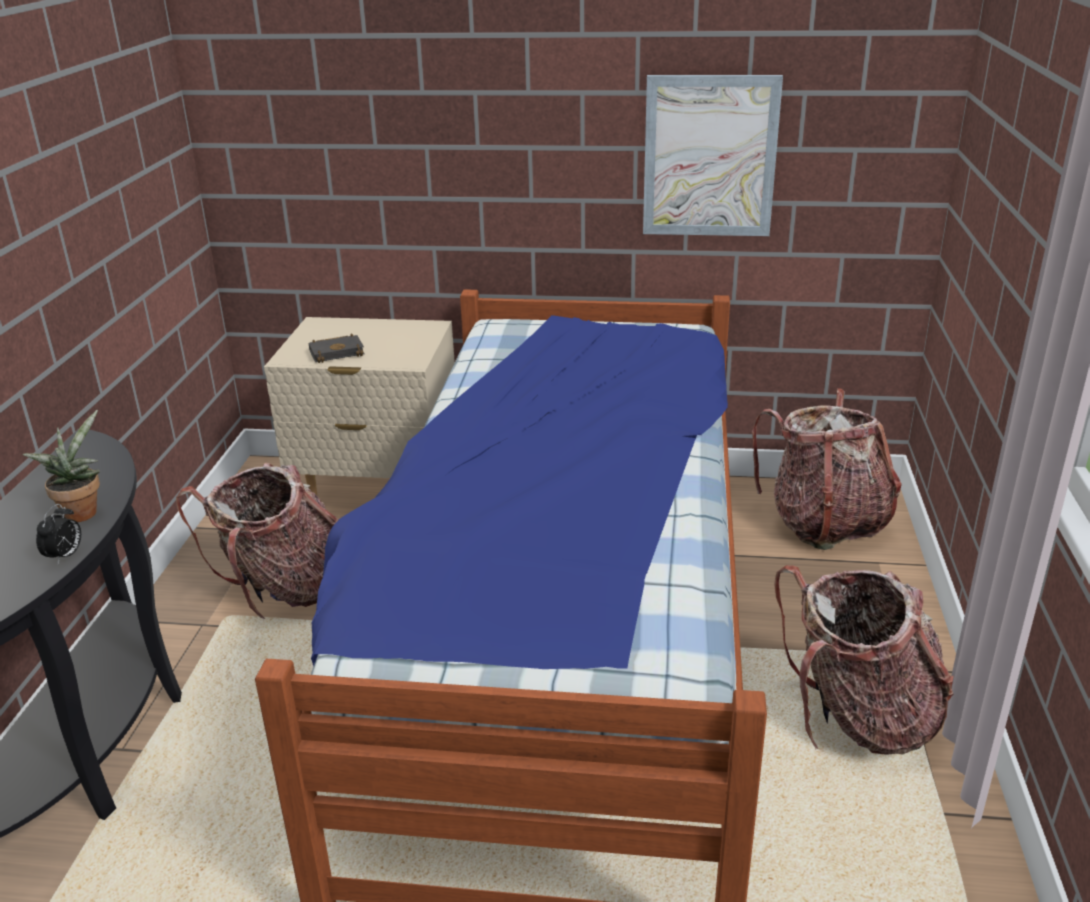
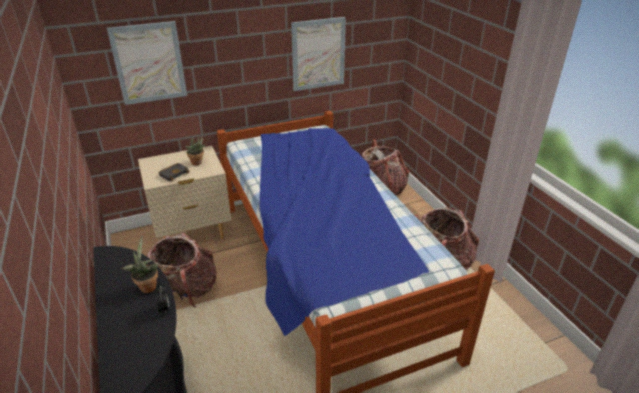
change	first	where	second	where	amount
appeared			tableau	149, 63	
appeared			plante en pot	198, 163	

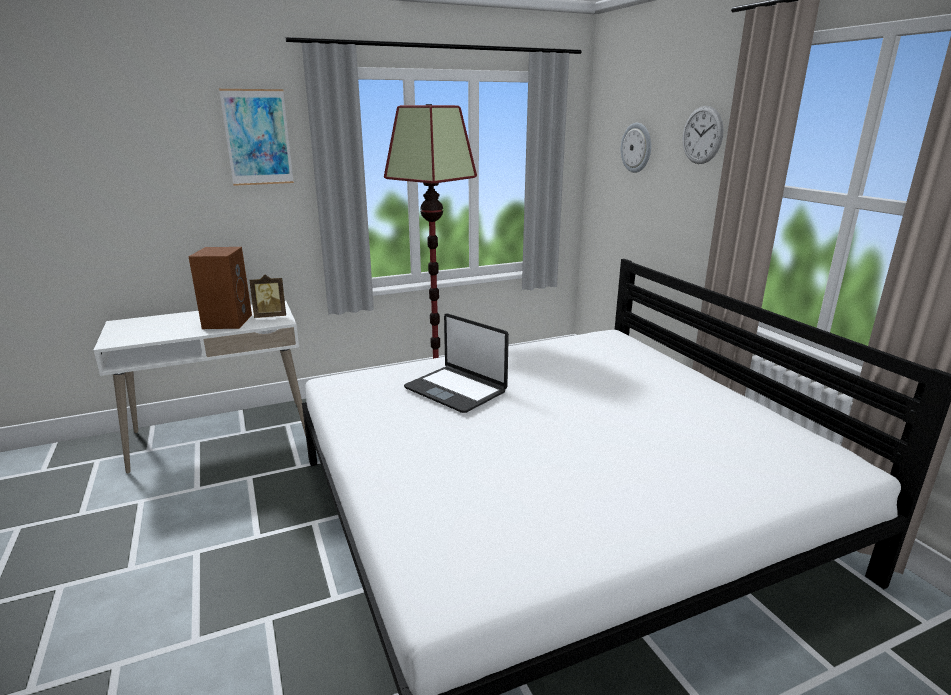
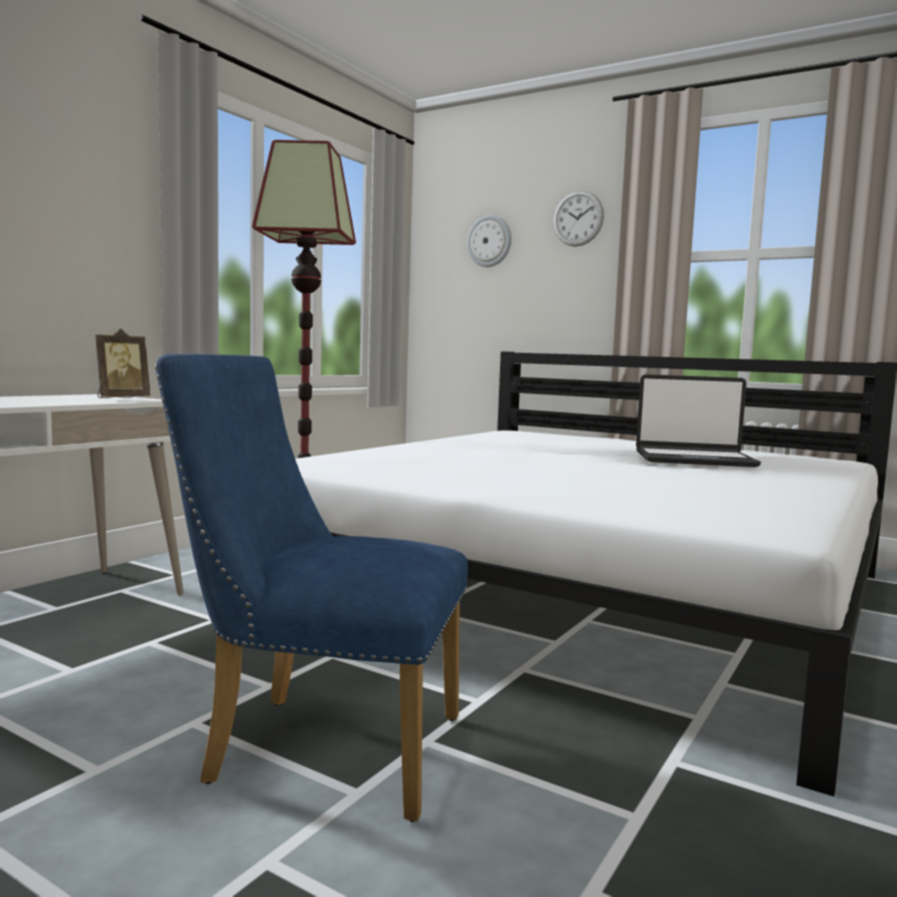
change	first	where	second	where	amount
missing	tableau	257, 137			
missing	enceinte (marron)	227, 321			
relocated	ordinateur portable	456, 390		694, 459	
appeared			chaise (bleu)	318, 747	

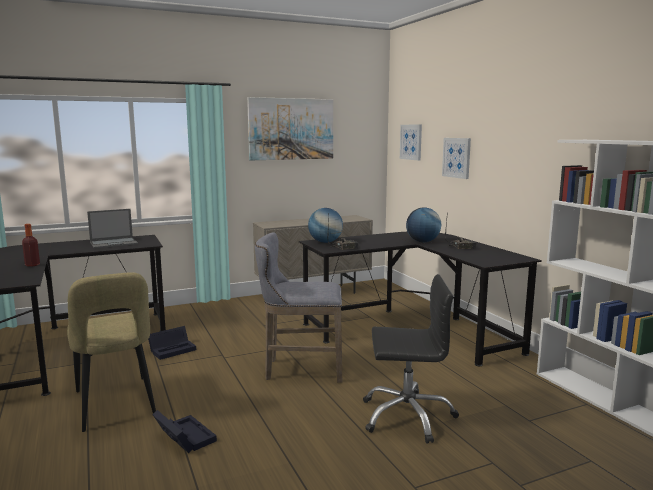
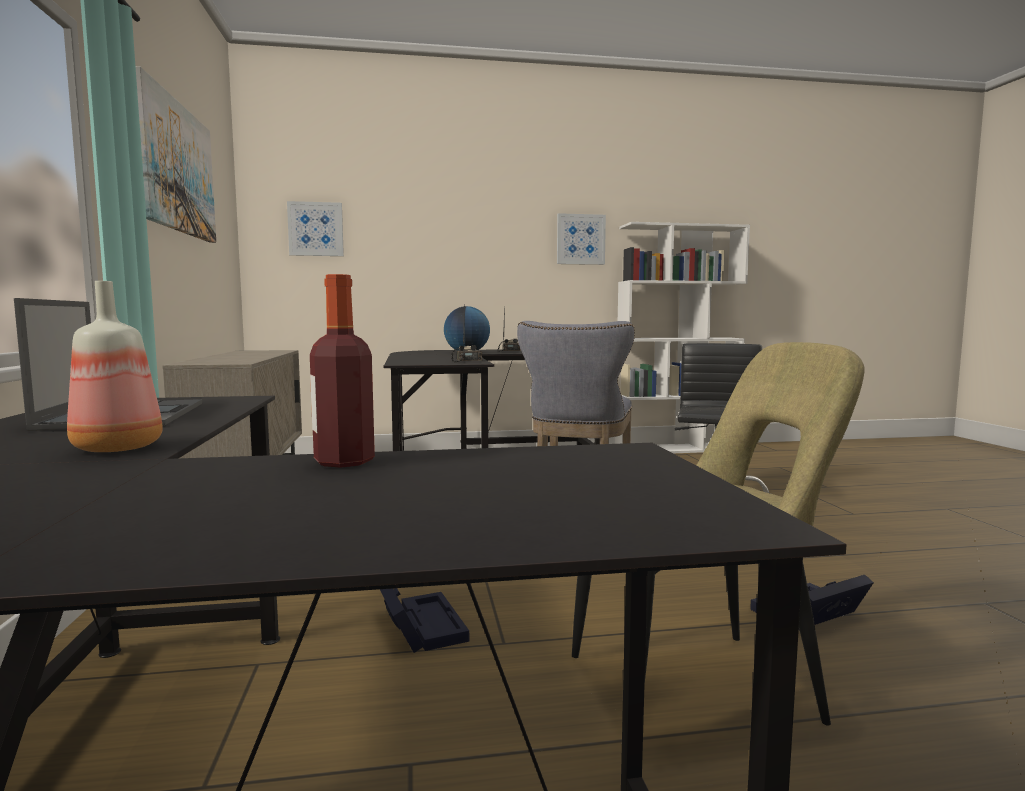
change	first	where	second	where	amount
relocated	tableau	457, 157		580, 239	
missing	globe	325, 242			
appeared			bouteille	121, 447	

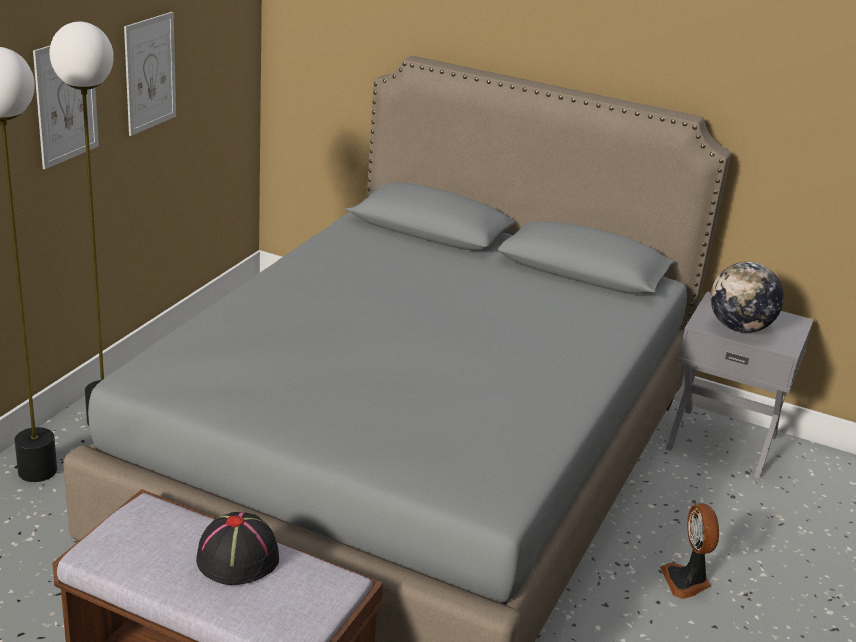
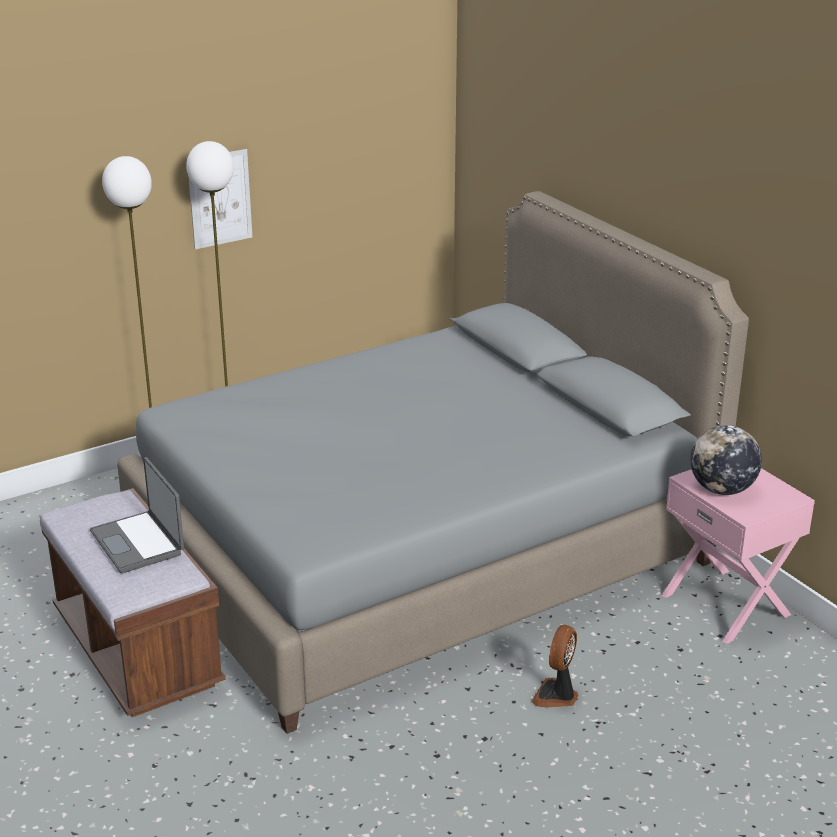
change	first	where	second	where	amount
missing	tableau	150, 73			
colour	table de chevet (gris)	722, 441	table de chevet (rose)	727, 604	
exchanged	chapeau (noir)	238, 557	ordinateur portable	139, 543	

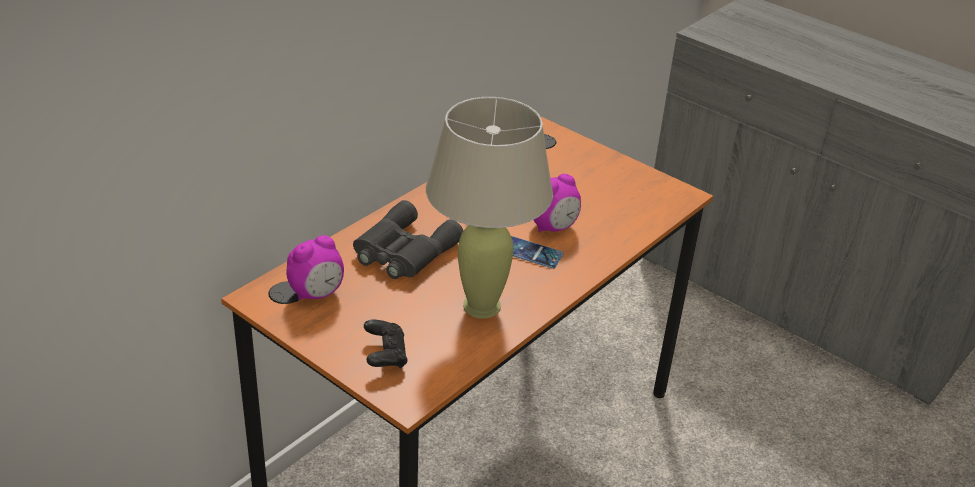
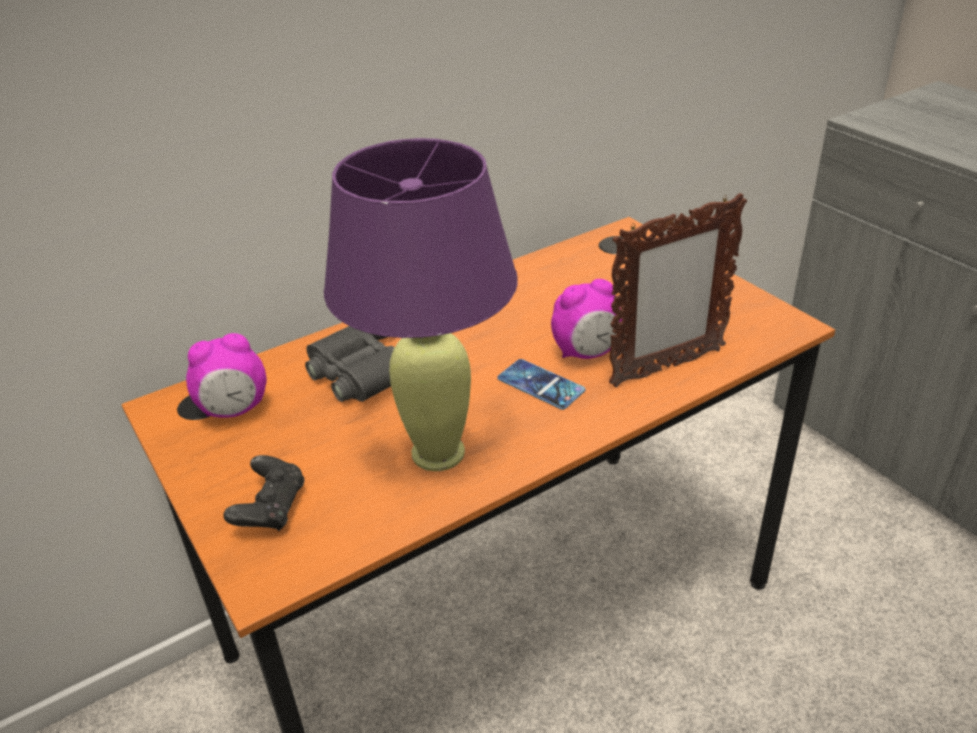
change	first	where	second	where	amount
colour	lampe de table (beige)	481, 306	lampe de table (violet)	437, 453	
appeared			cadre photo	666, 368	

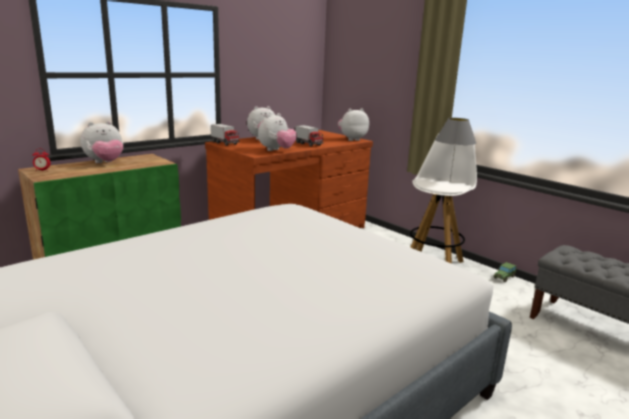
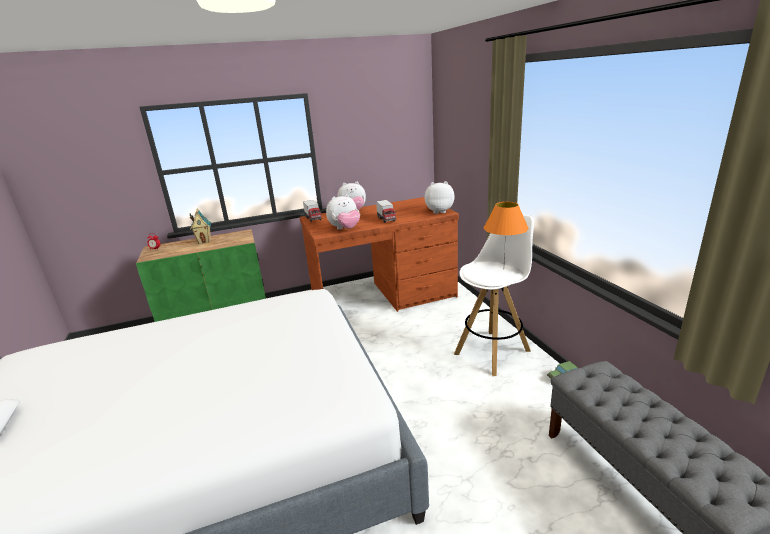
change	first	where	second	where	amount
colour	lampe de table (gris)	449, 181	lampe de table (orange)	503, 269	
exchanged	peluche	105, 163	maison miniature	204, 241	

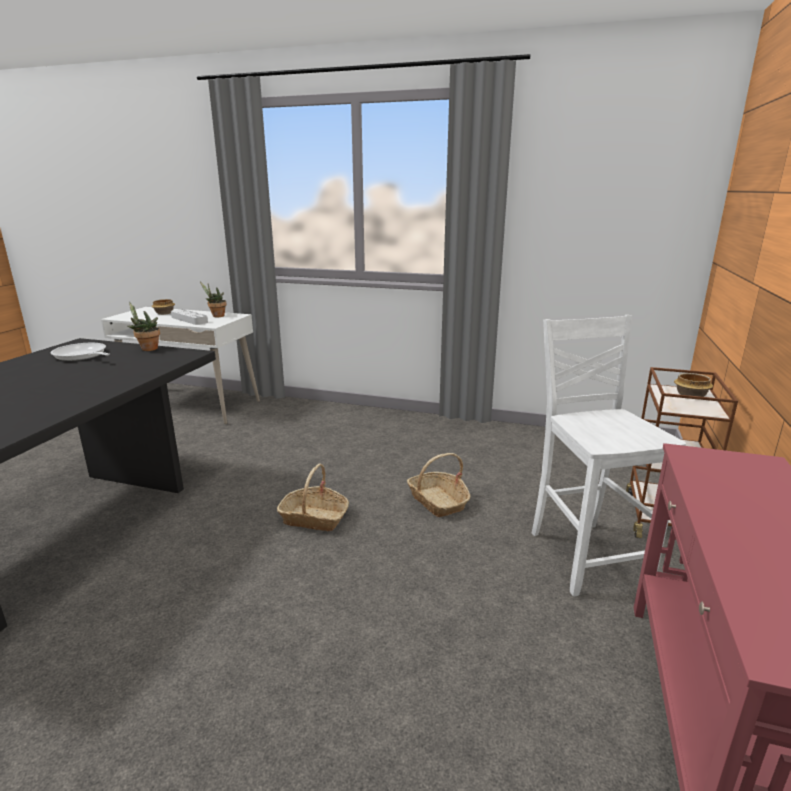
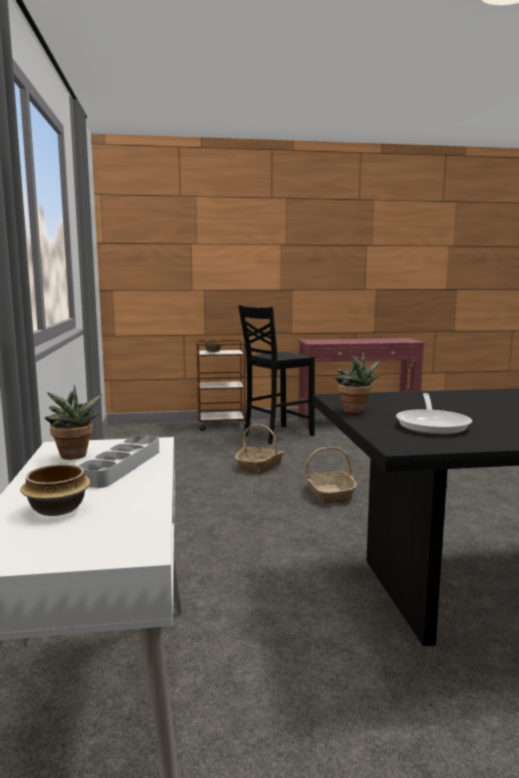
change	first	where	second	where	amount
colour	chaise (blanc)	586, 554	chaise (noir)	276, 435	

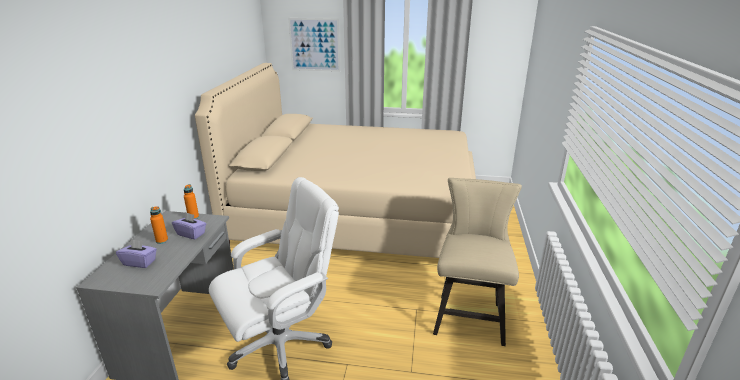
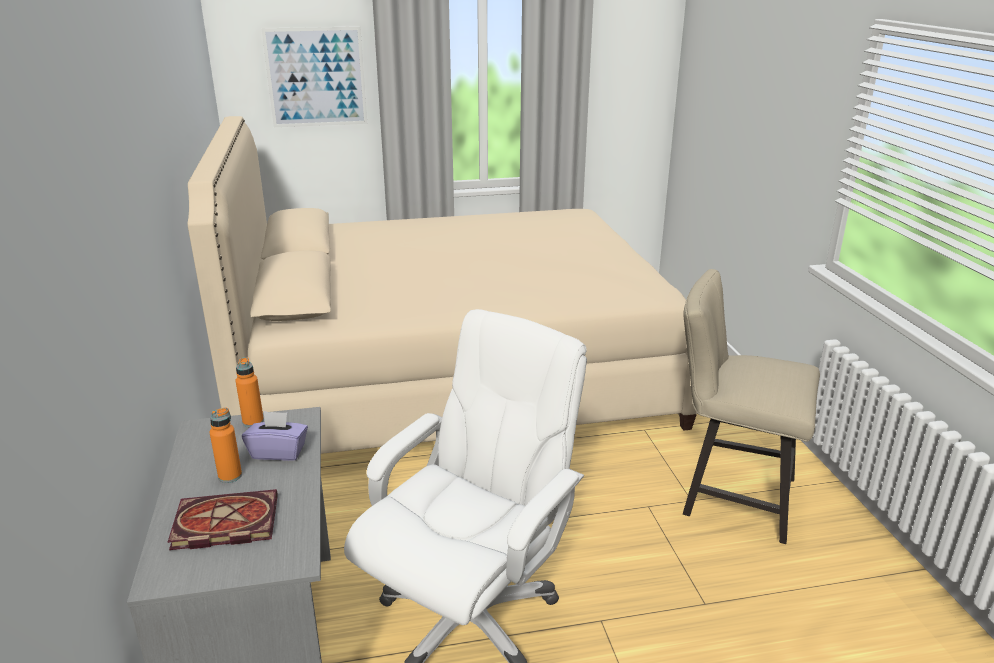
change	first	where	second	where	amount
spun	chaise (beige)	469, 314		729, 495	60 degrees counterclockwise
exchanged	boîte à mouchoirs (violet)	140, 262	livre	223, 524	

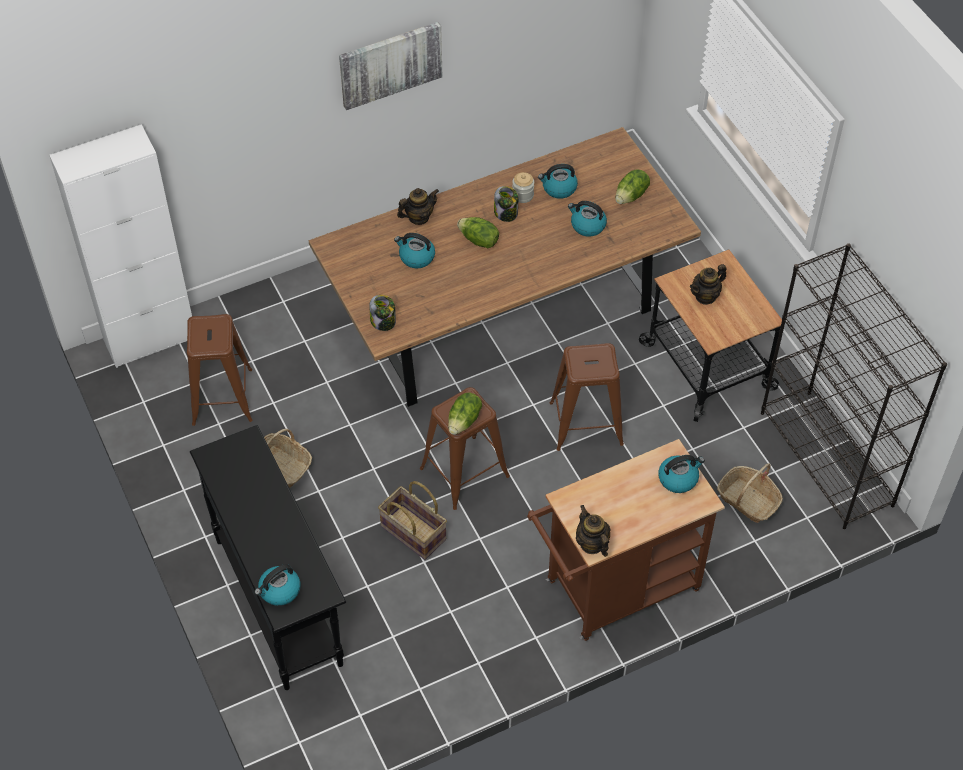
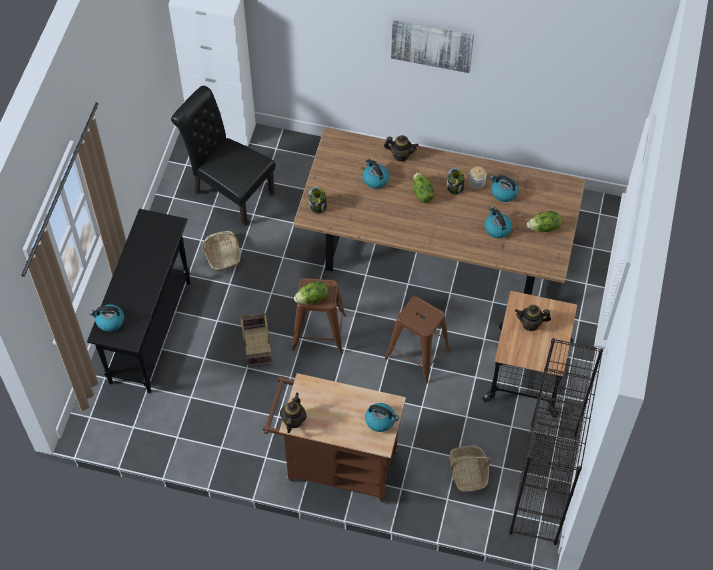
change	first	where	second	where	amount
exchanged	tabouret (marron)	222, 397	chaise (noir)	229, 191	

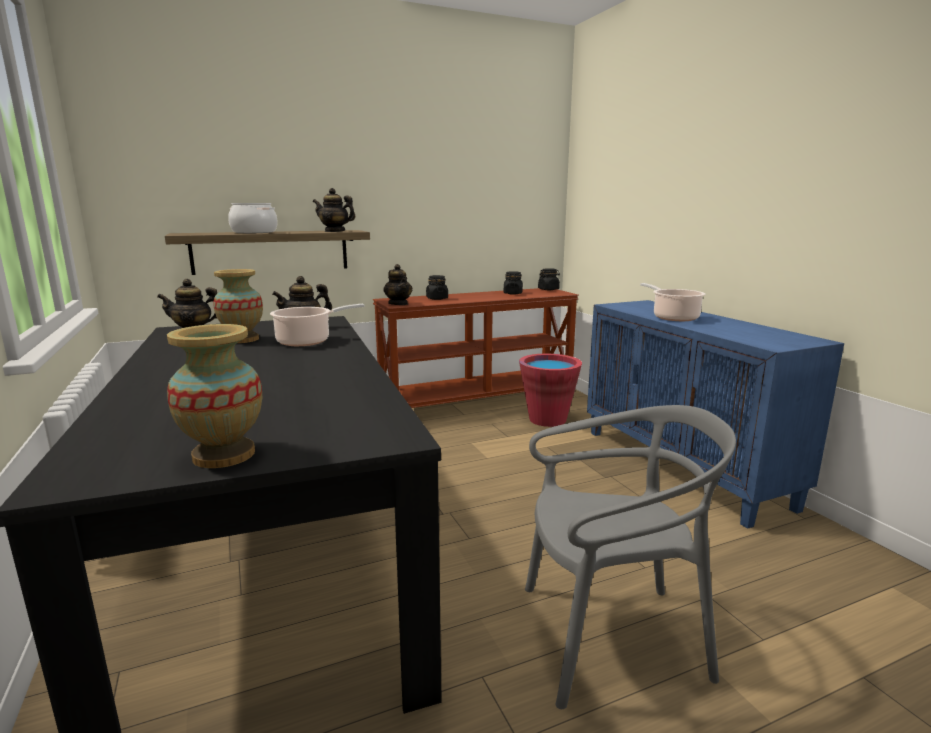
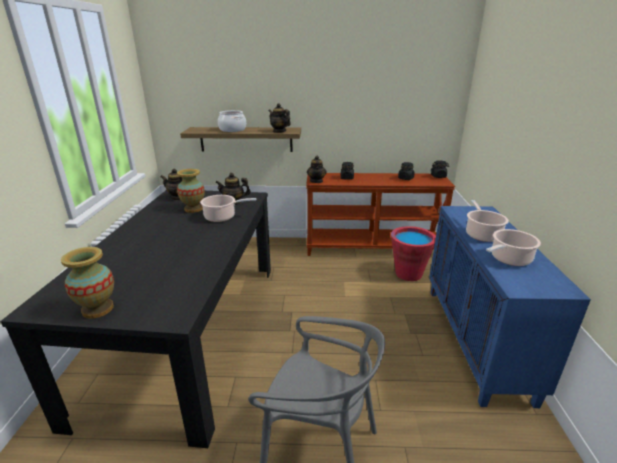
change	first	where	second	where	amount
appeared			marmite	509, 259	

